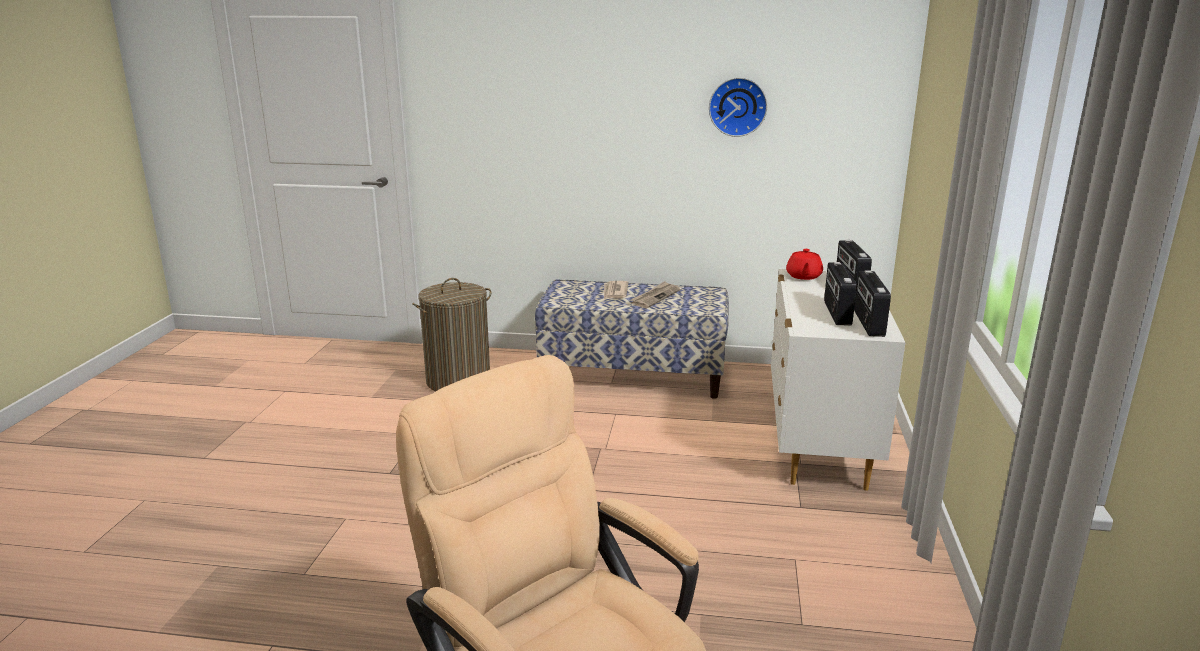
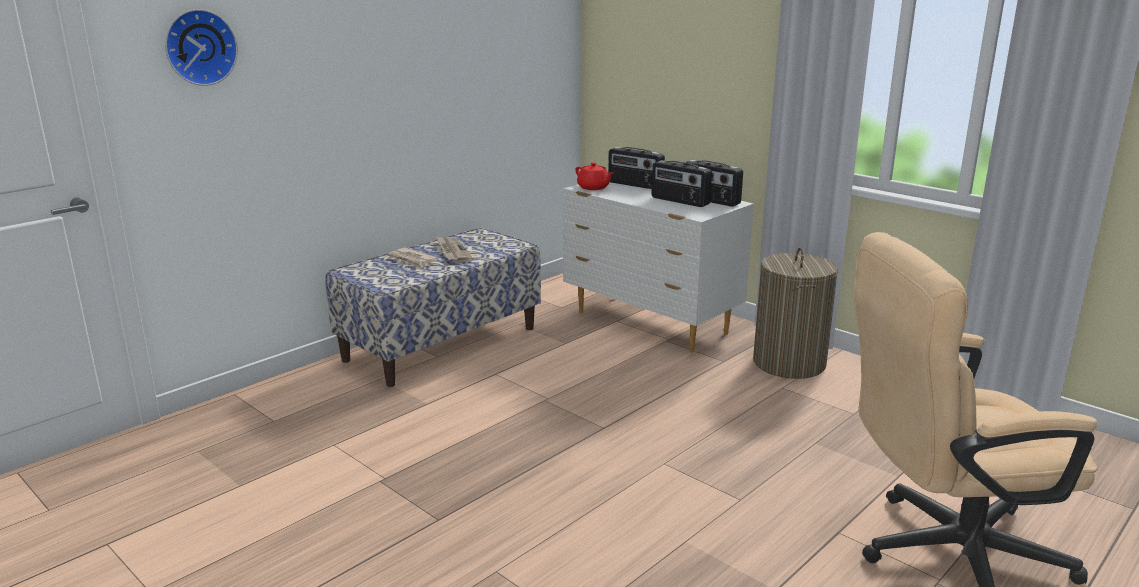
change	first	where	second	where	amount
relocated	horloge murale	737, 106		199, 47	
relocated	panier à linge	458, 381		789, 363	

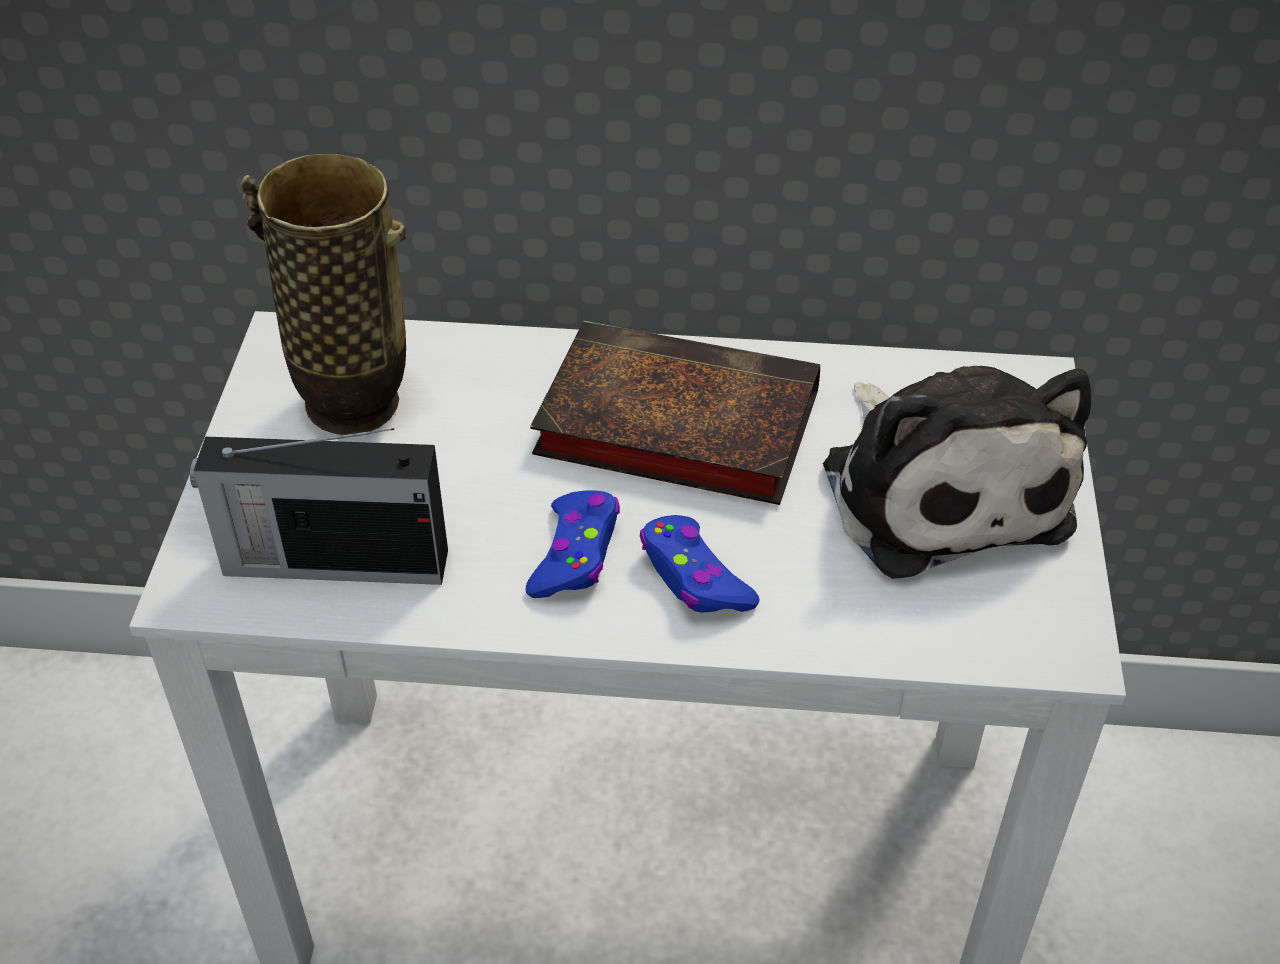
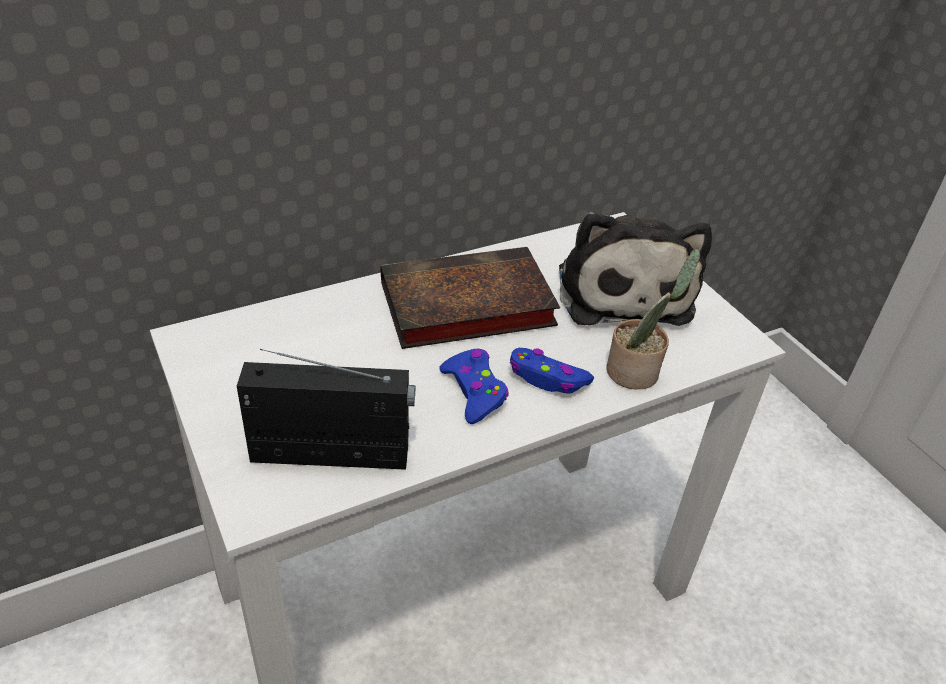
change	first	where	second	where	amount
missing	vase	353, 404			
spun	peluche	940, 487		622, 290	45 degrees clockwise
spun	radio	332, 562		333, 454	150 degrees counterclockwise
appeared			plante en pot	636, 372	

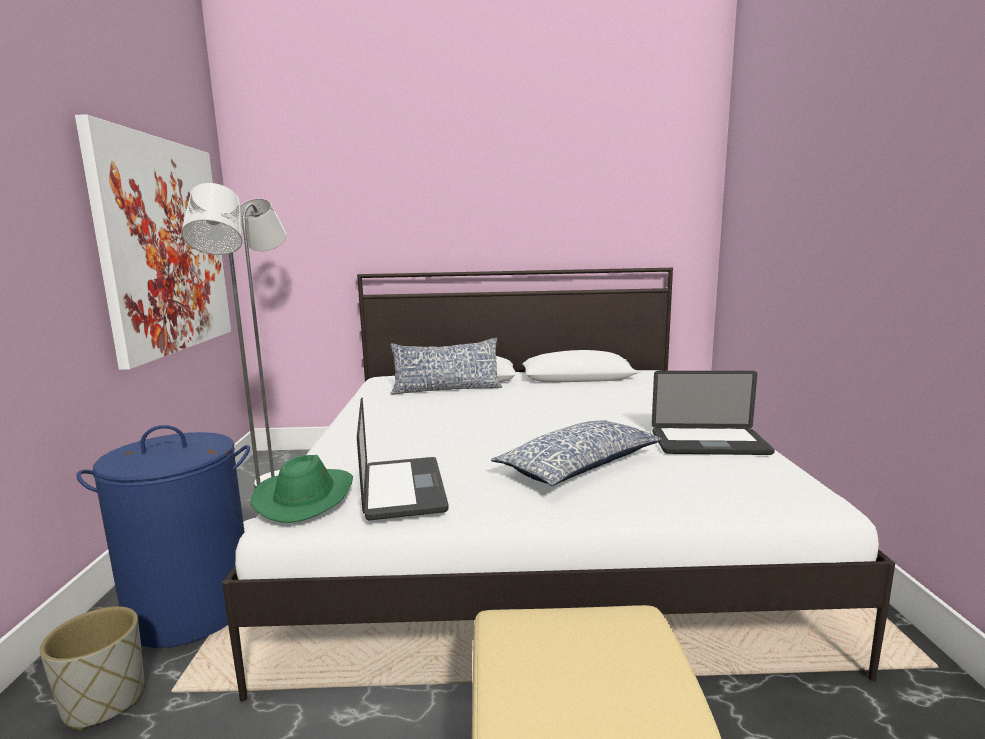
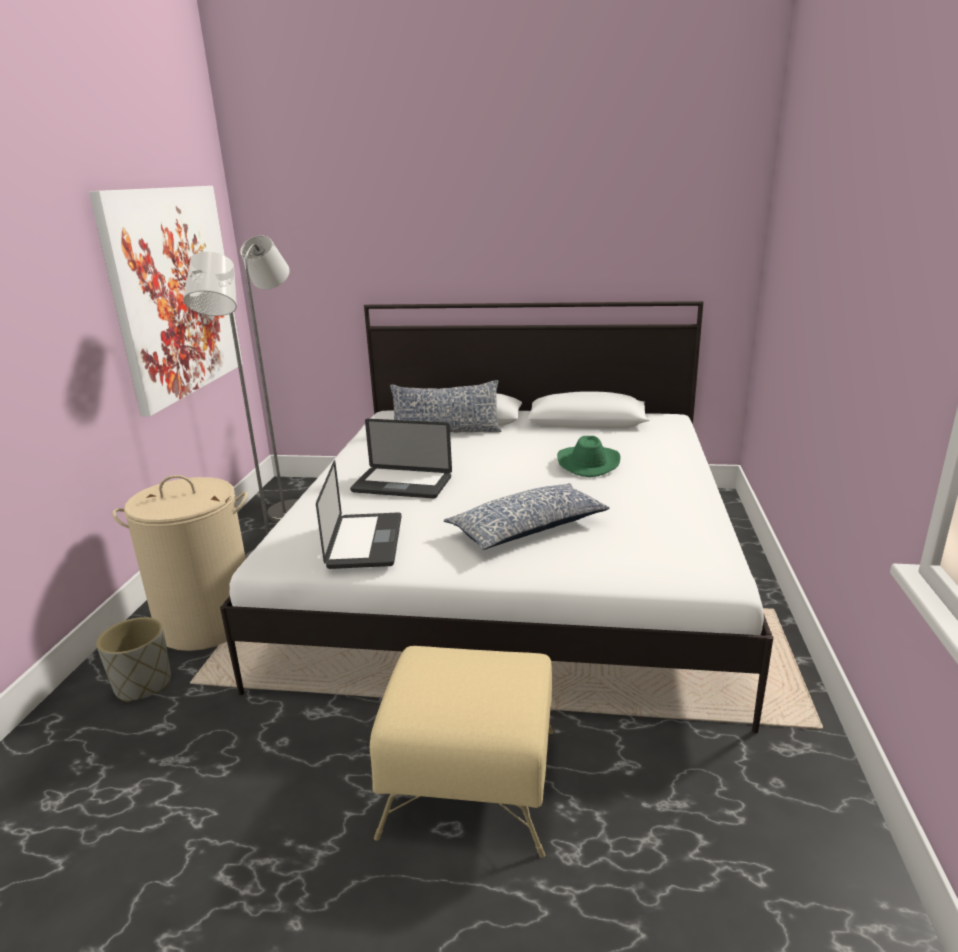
change	first	where	second	where	amount
relocated	ordinateur portable	709, 443		402, 484	
colour	panier à linge (bleu)	191, 609	panier à linge (beige)	207, 622	
relocated	chapeau (vert)	305, 497		588, 463	

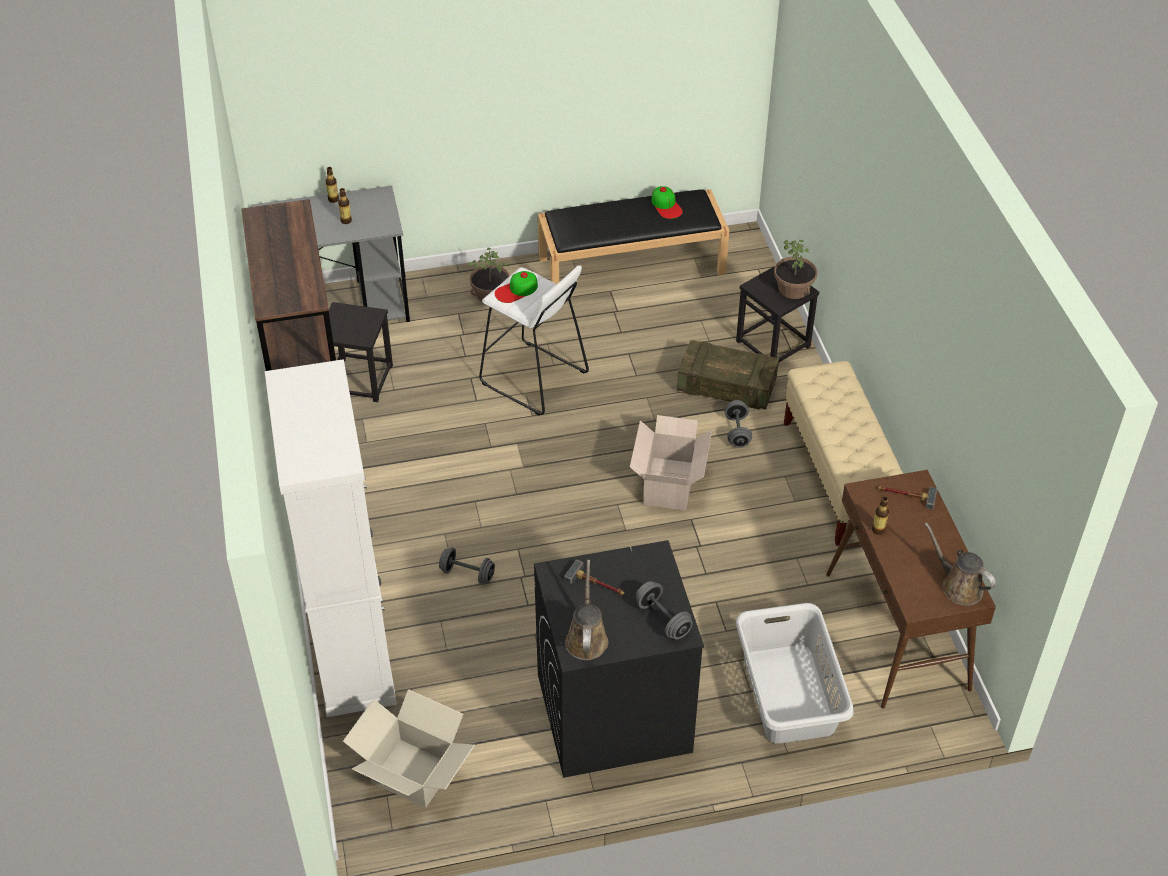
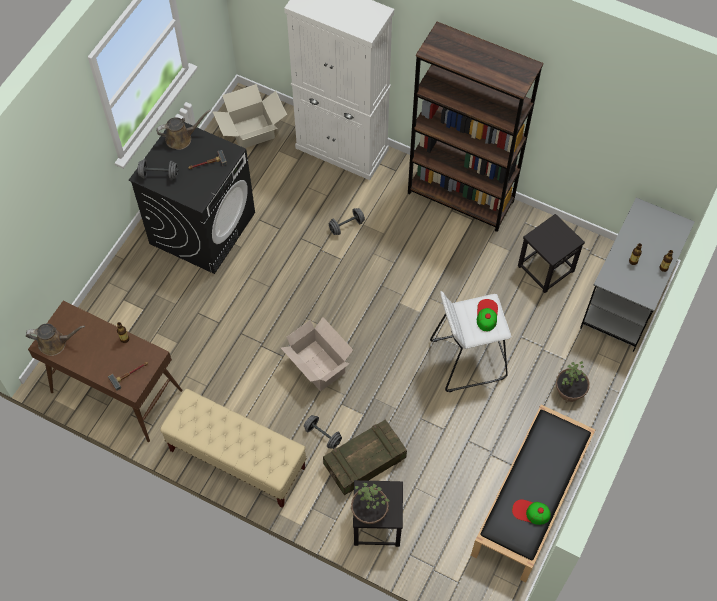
change	first	where	second	where	amount
spun	arrosoir (marron)	586, 638		181, 138	60 degrees counterclockwise
missing	panier à linge (gris)	788, 694			

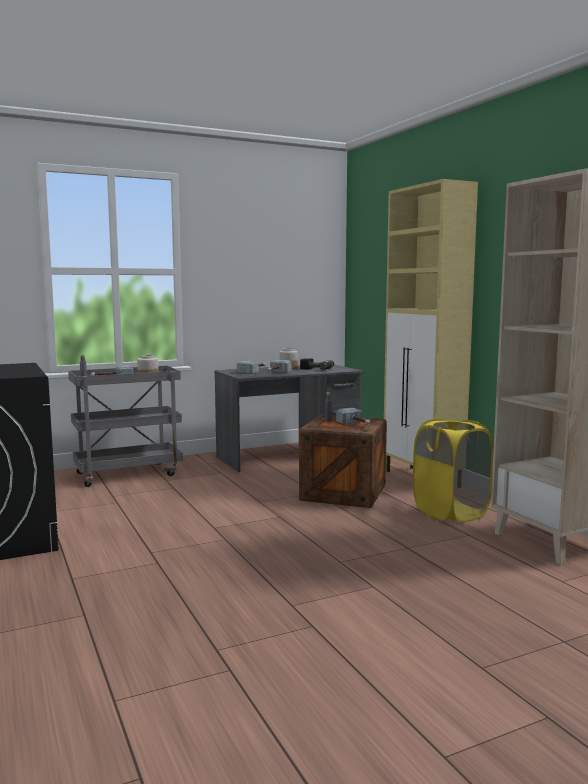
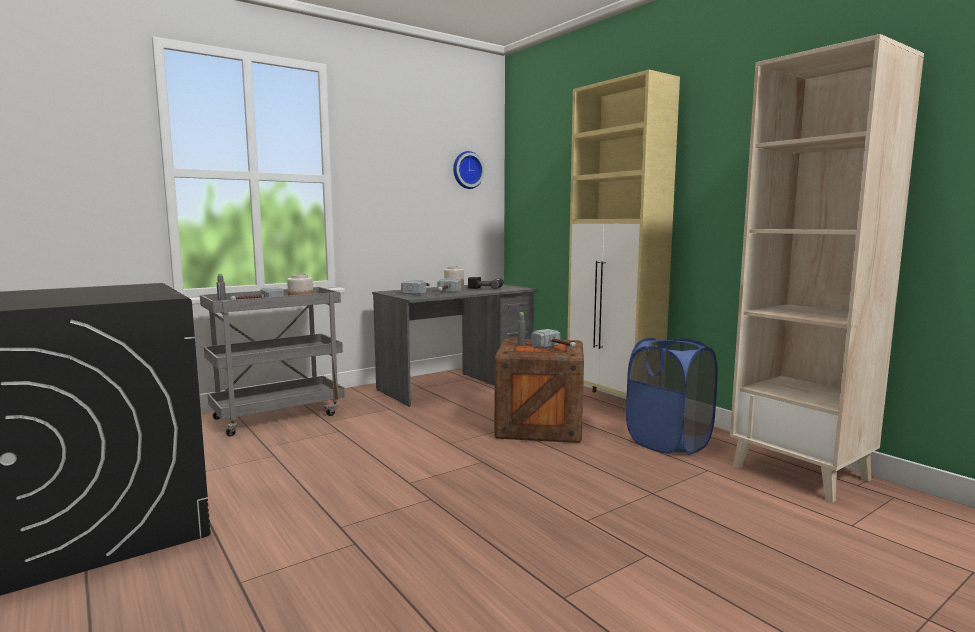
change	first	where	second	where	amount
colour	panier à linge (jaune)	450, 512	panier à linge (bleu)	668, 442	
appeared			horloge murale	467, 170	

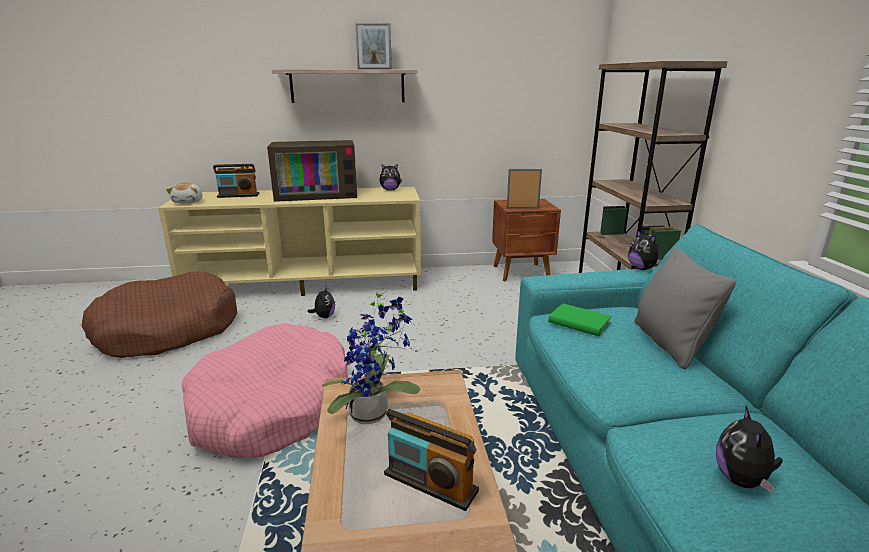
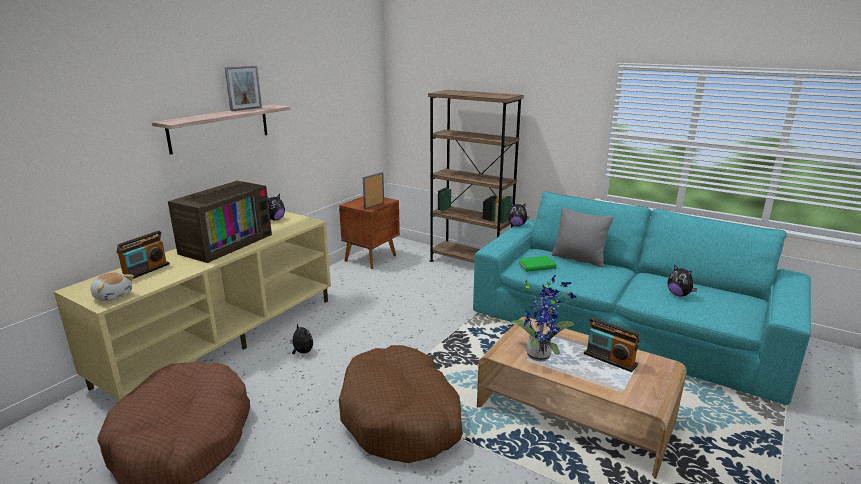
change	first	where	second	where	amount
colour	panier pour chien (rose)	272, 406	panier pour chien (marron)	401, 417	
spun	radio	430, 483		610, 359	60 degrees clockwise

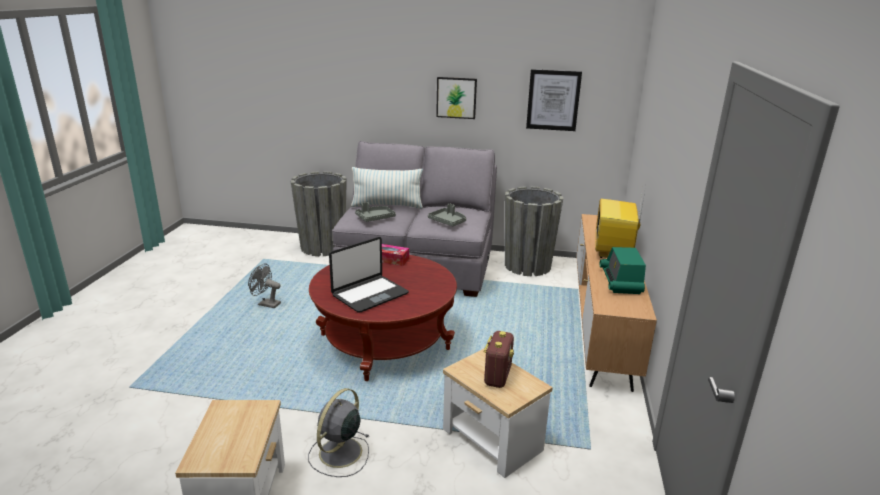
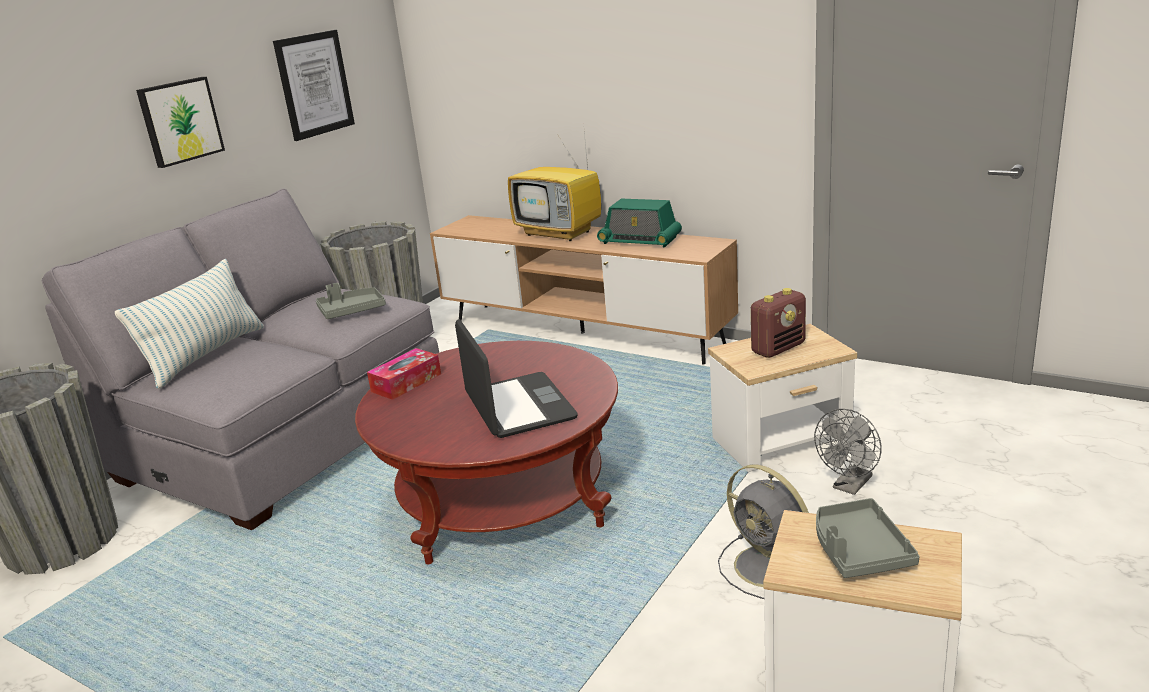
change	first	where	second	where	amount
relocated	plateau (gris)	375, 218		858, 550	
relocated	ventilateur (gris)	266, 304		850, 486	
spun	radio	497, 376		778, 348	105 degrees clockwise

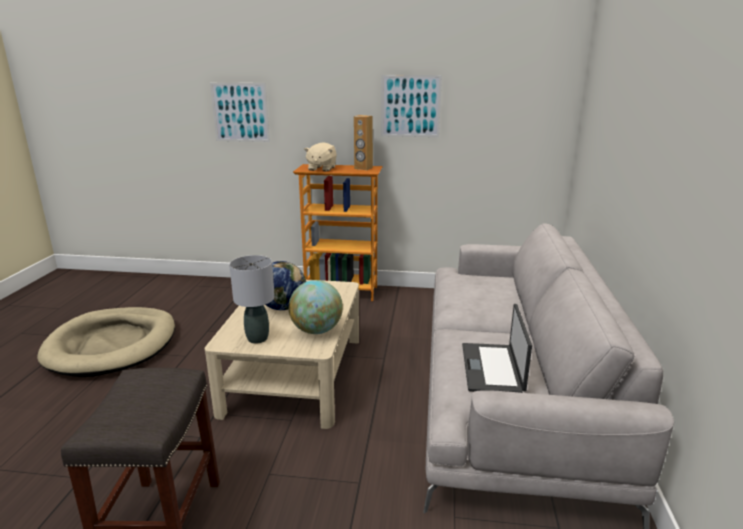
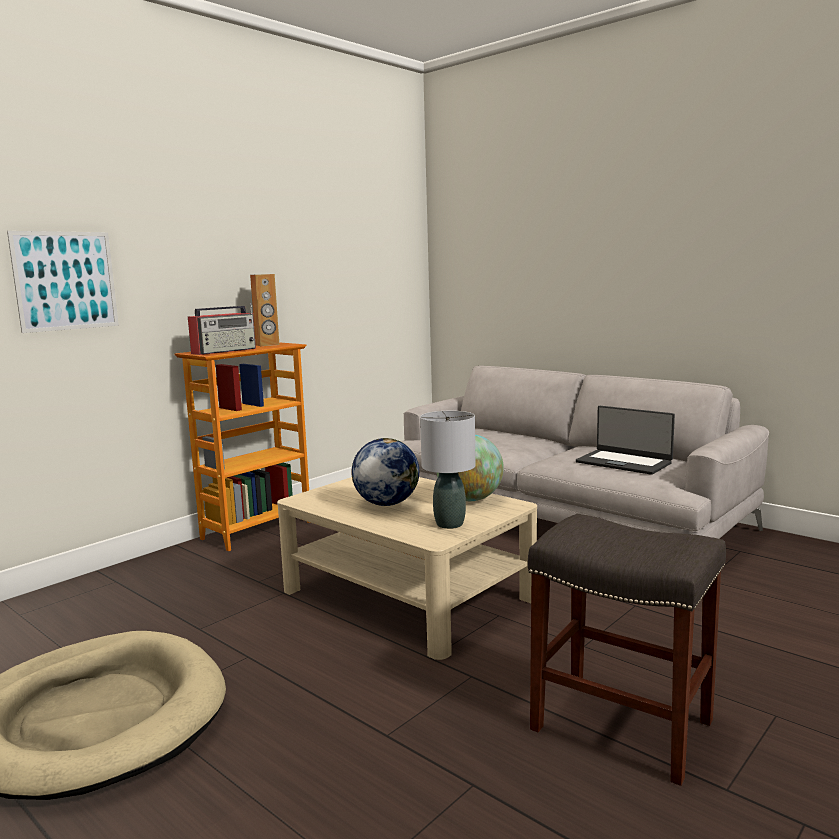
change	first	where	second	where	amount
missing	tableau	410, 106			
exchanged	peluche (beige)	321, 169	radio	225, 351	

